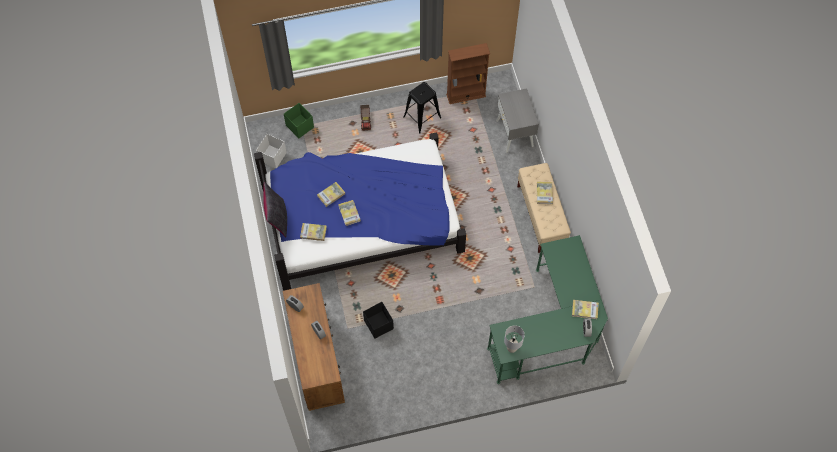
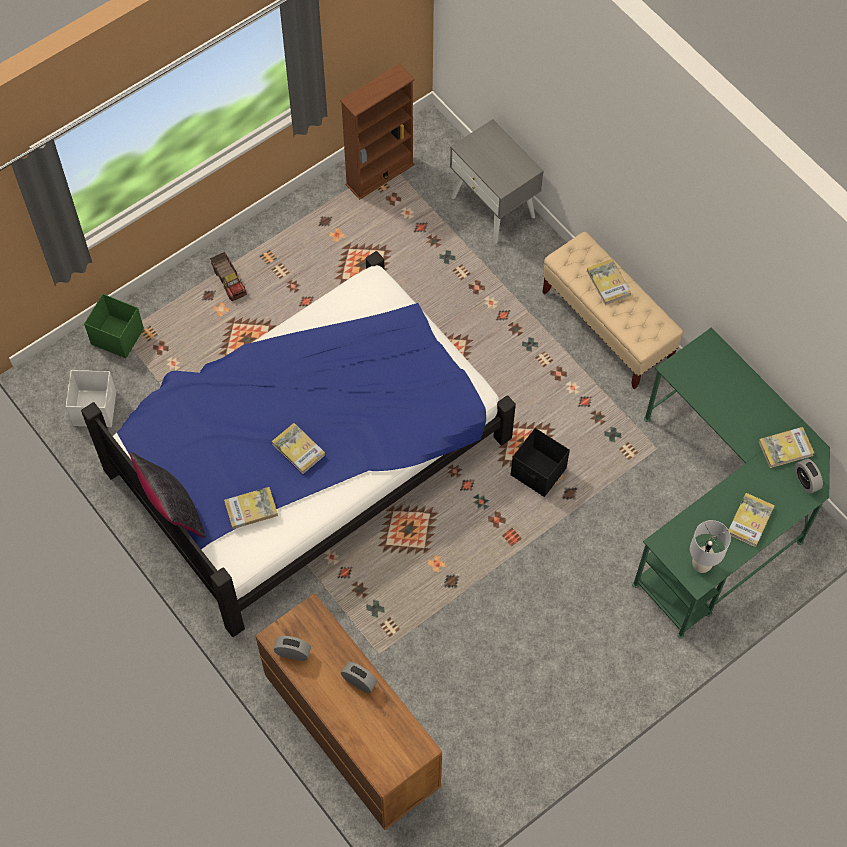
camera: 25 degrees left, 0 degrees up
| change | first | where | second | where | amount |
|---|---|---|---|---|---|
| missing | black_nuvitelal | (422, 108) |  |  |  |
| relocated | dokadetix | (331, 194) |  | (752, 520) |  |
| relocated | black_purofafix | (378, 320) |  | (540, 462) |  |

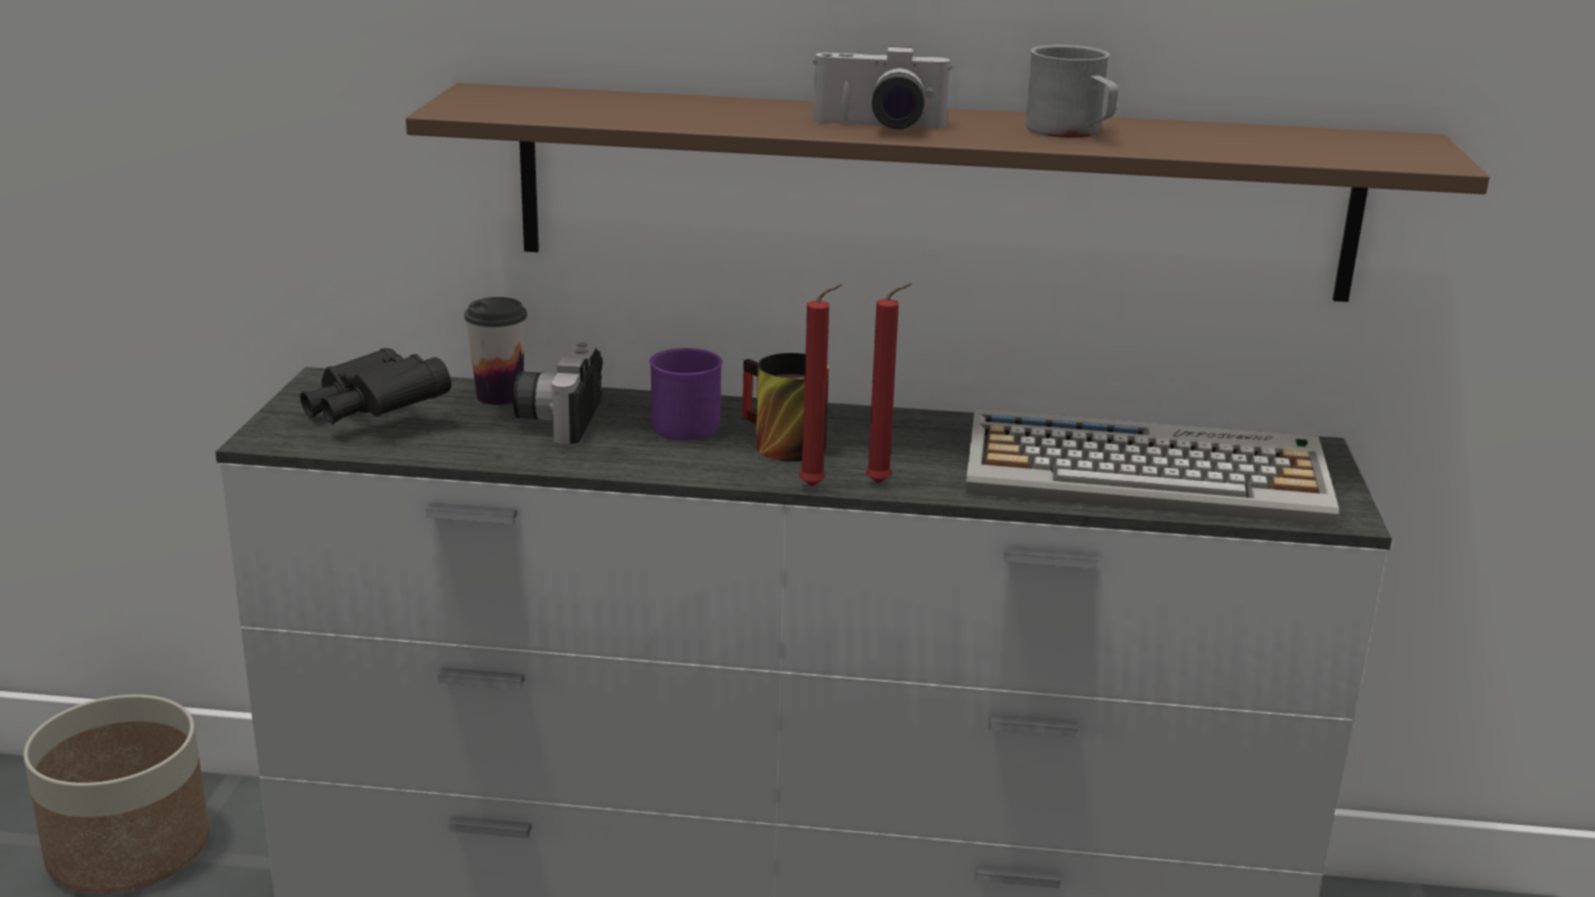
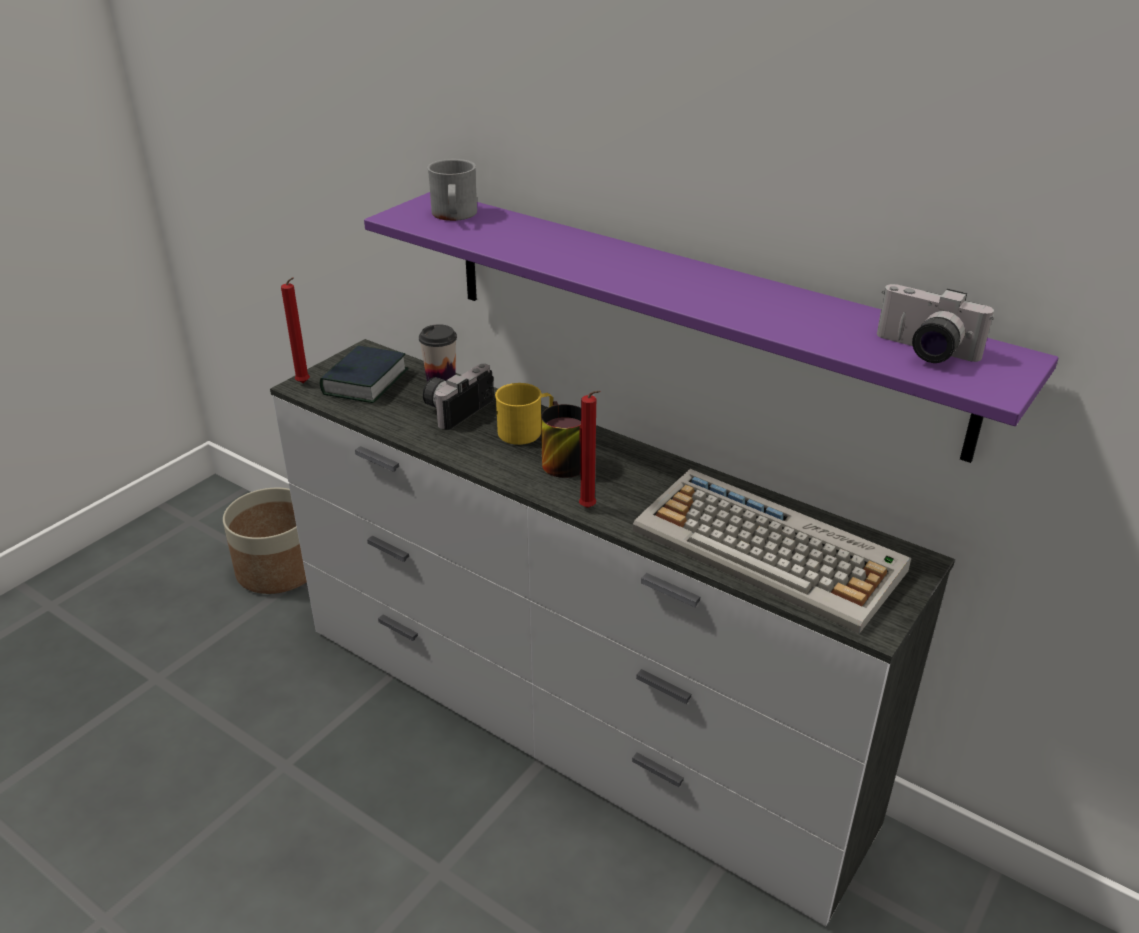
camera: 30 degrees right, 10 degrees up
| change | first | where | second | where | amount |
|---|---|---|---|---|---|
| relocated | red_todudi | (820, 385) |  | (295, 330) |  |
| relocated | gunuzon | (883, 87) |  | (935, 323) |  |
| relocated | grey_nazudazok | (1072, 91) |  | (452, 190) |  |
| exchanged | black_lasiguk | (375, 386) | dokadetix | (364, 374) |  |
| colour | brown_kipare | (947, 192) | purple_kipare | (711, 327) |  |
| colour | purple_nazudazok | (685, 394) | yellow_nazudazok | (524, 414) |  |

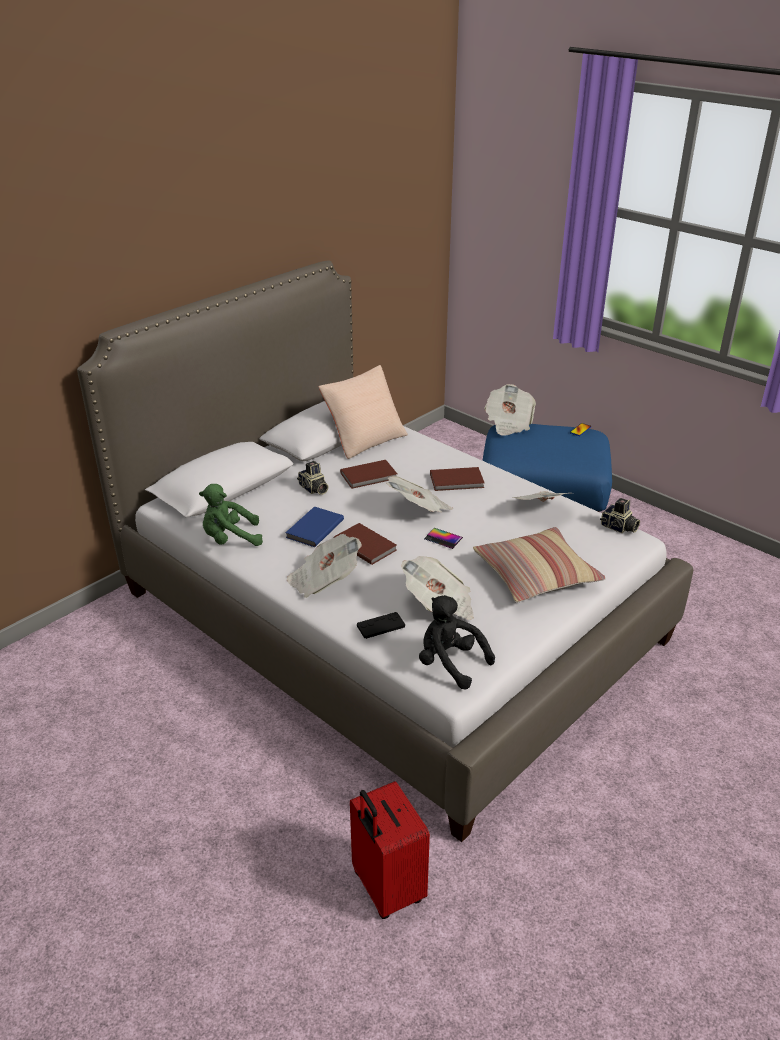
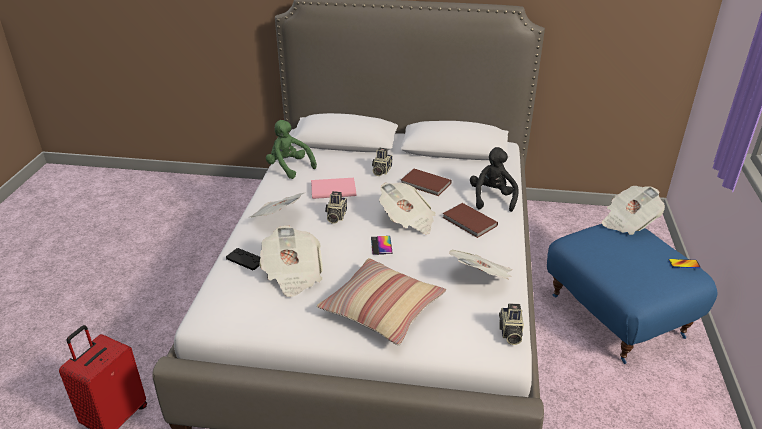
camera: 55 degrees right, 0 degrees up
| change | first | where | second | where | amount |
|---|---|---|---|---|---|
| missing | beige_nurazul | (363, 412) |  |  |  |
| relocated | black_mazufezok | (457, 642) |  | (494, 179) |  |
| exchanged | brown_dokadetix | (365, 544) | gunuzon | (336, 207) |  |
| colour | blue_dokadetix | (314, 526) | pink_dokadetix | (333, 188) |  |

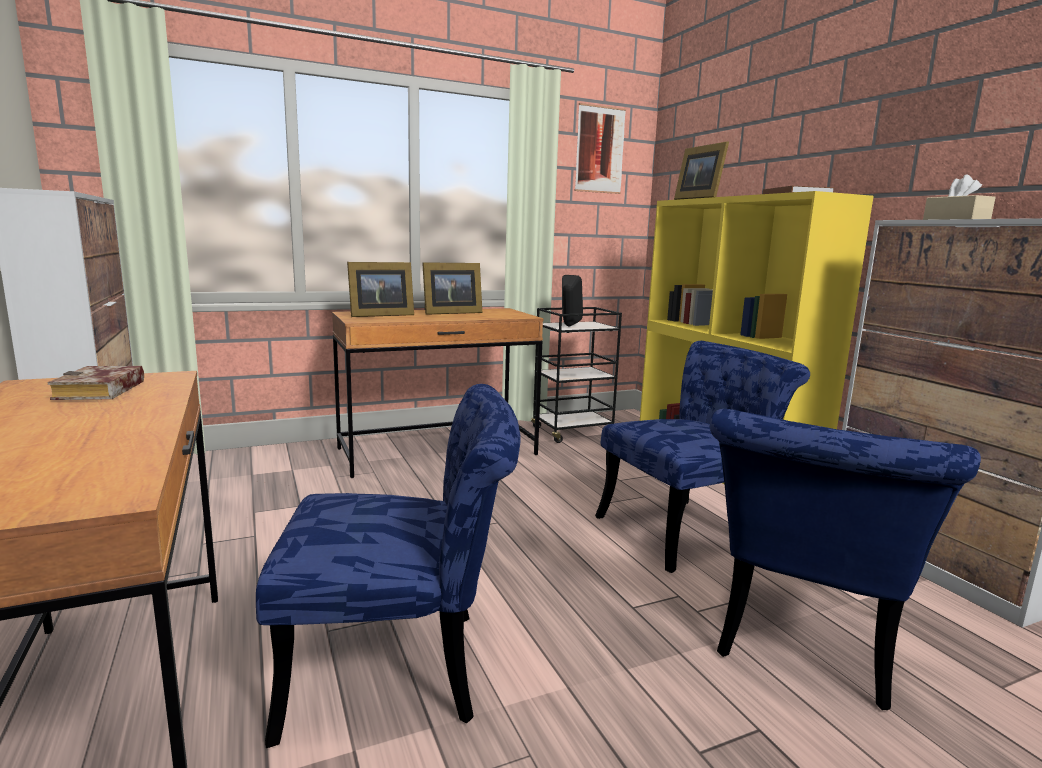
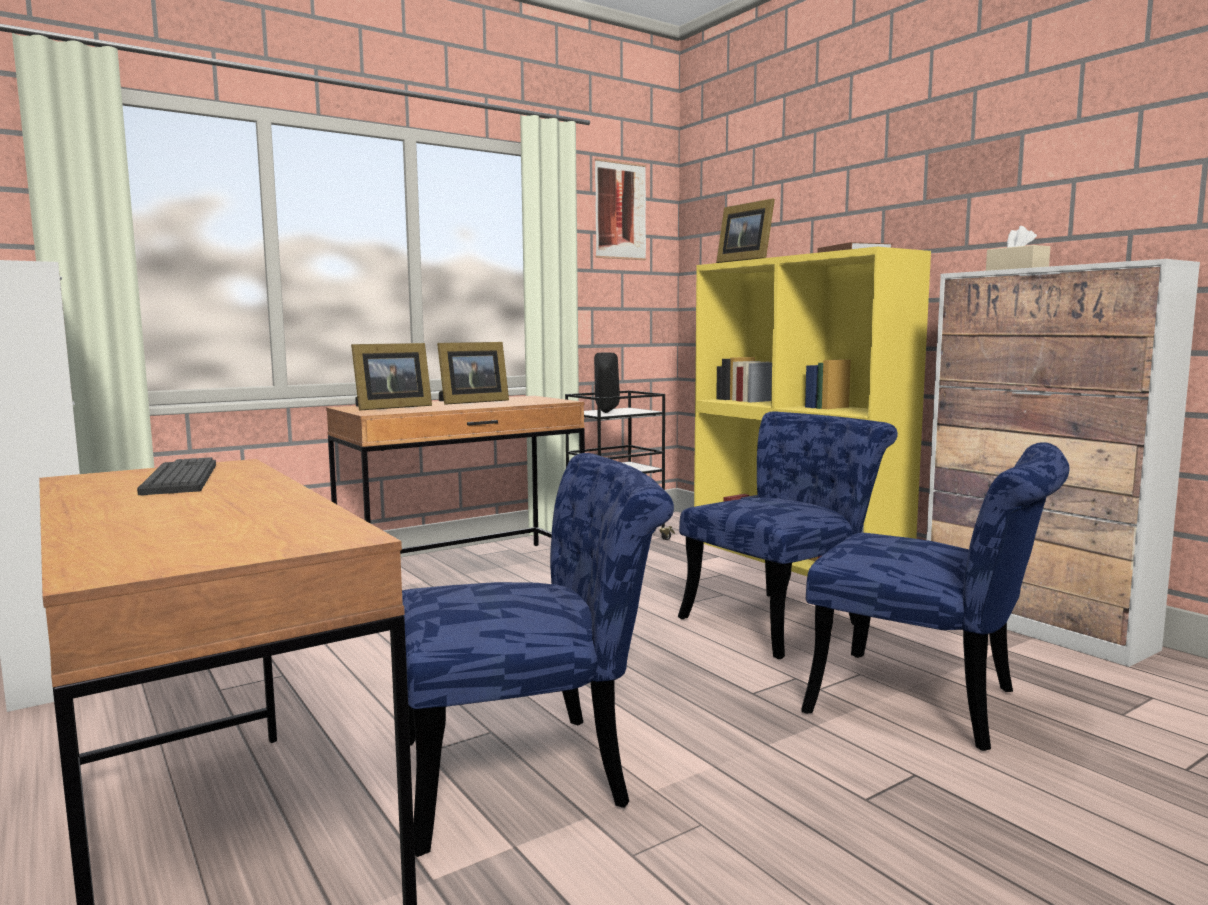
camera: 10 degrees left, 5 degrees down
| change | first | where | second | where | amount |
|---|---|---|---|---|---|
| exchanged | dokadetix | (95, 383) | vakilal | (176, 476) |  |
| spun | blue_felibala | (845, 559) |  | (936, 596) | 75 degrees counterclockwise |

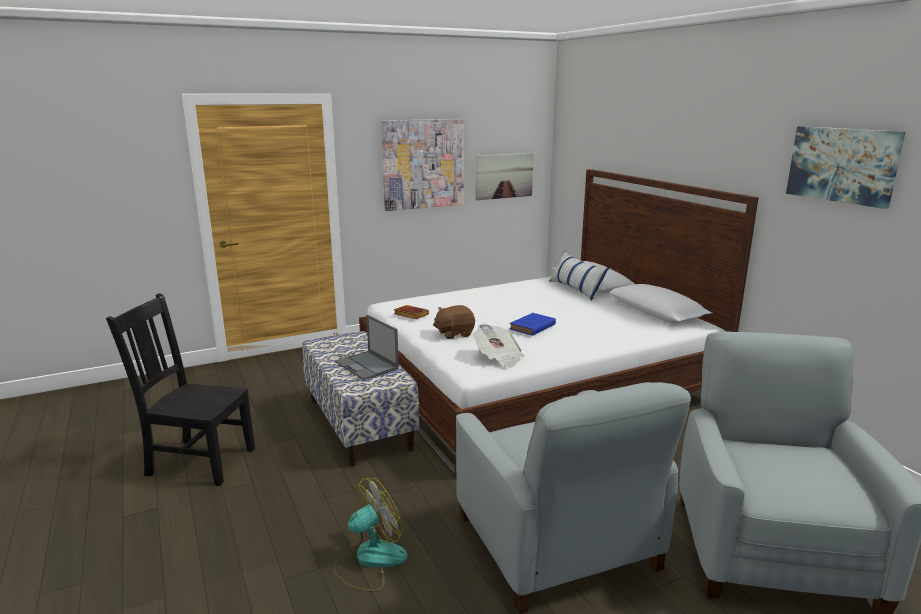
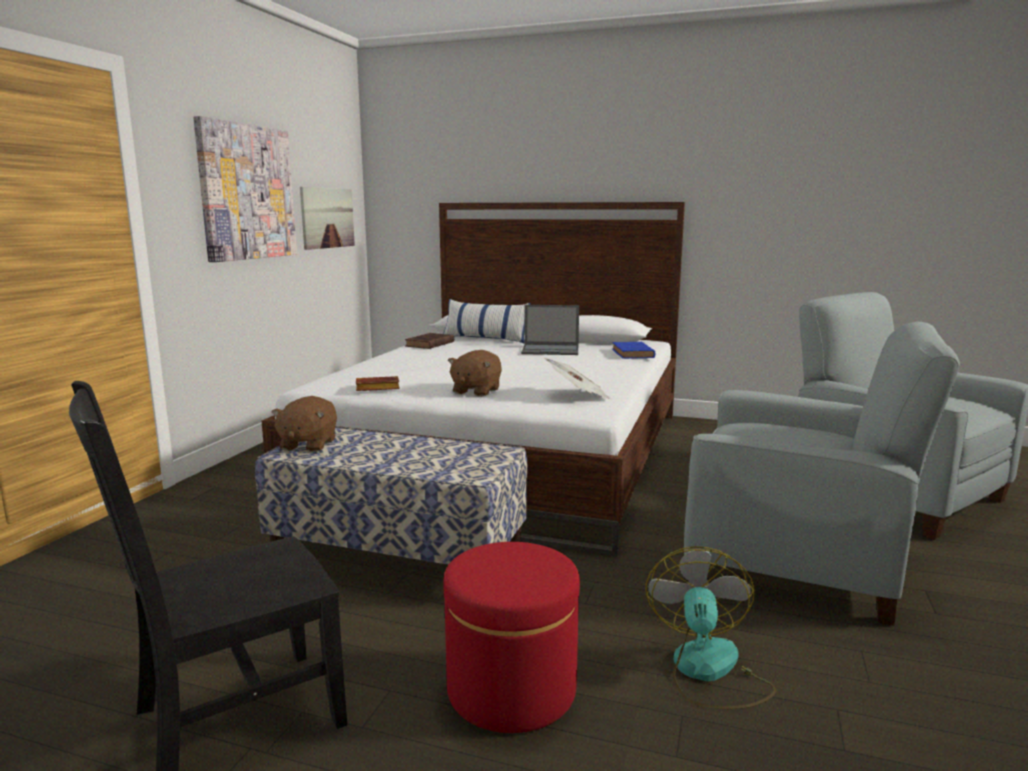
camera: 45 degrees left, 5 degrees down
| change | first | where | second | where | amount |
|---|---|---|---|---|---|
| missing | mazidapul | (845, 167) |  |  |  |
| appeared |  |  | brown_mazufezok | (304, 424) |  |
| appeared |  |  | brown_dokadetix | (429, 341) |  |
| appeared |  |  | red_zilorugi | (511, 637) |  |
| relocated | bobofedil | (367, 347) |  | (550, 330) |  |
| relocated | blue_dokadetix | (533, 324) |  | (633, 350) |  |

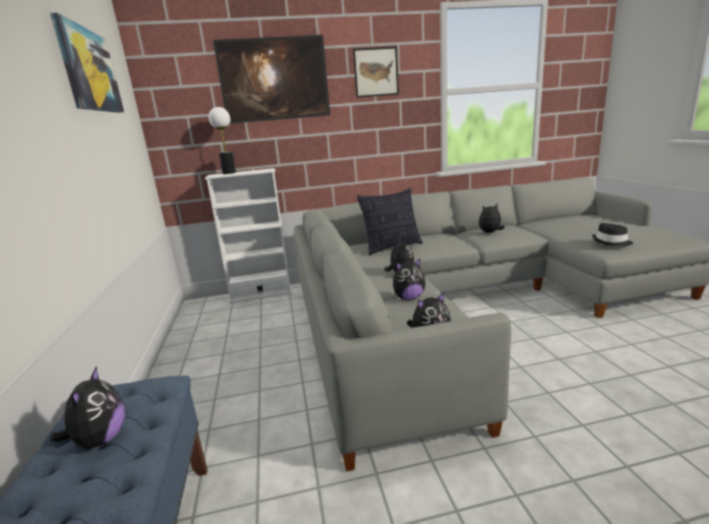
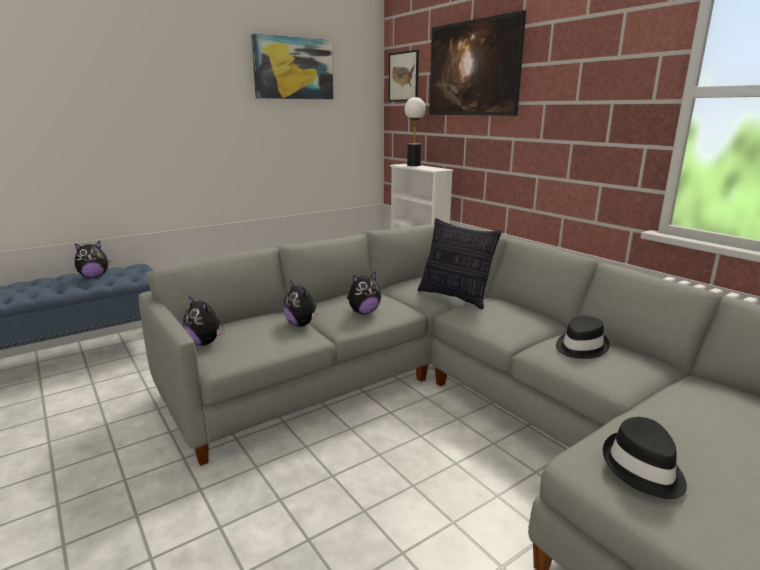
camera: 65 degrees right, 0 degrees up
| change | first | where | second | where | amount |
|---|---|---|---|---|---|
| relocated | mazidapul | (376, 72) |  | (404, 75) |  |
| exchanged | mazufezok | (492, 218) | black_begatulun | (583, 337) |  |

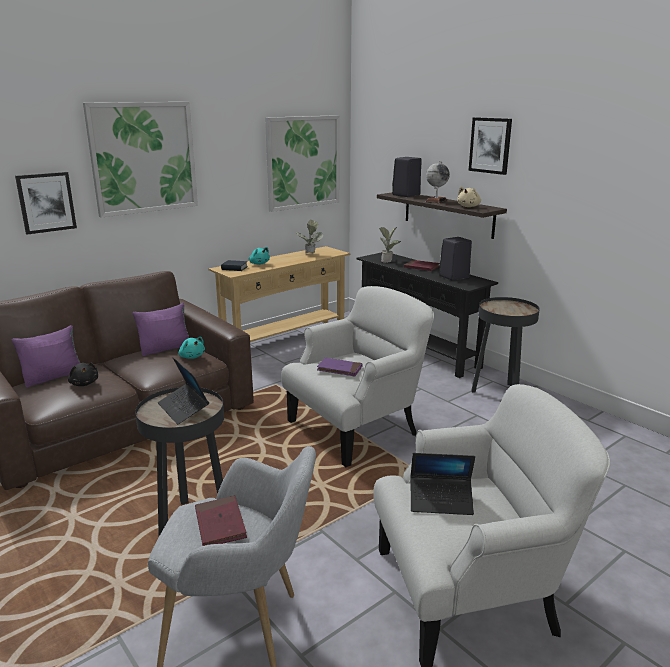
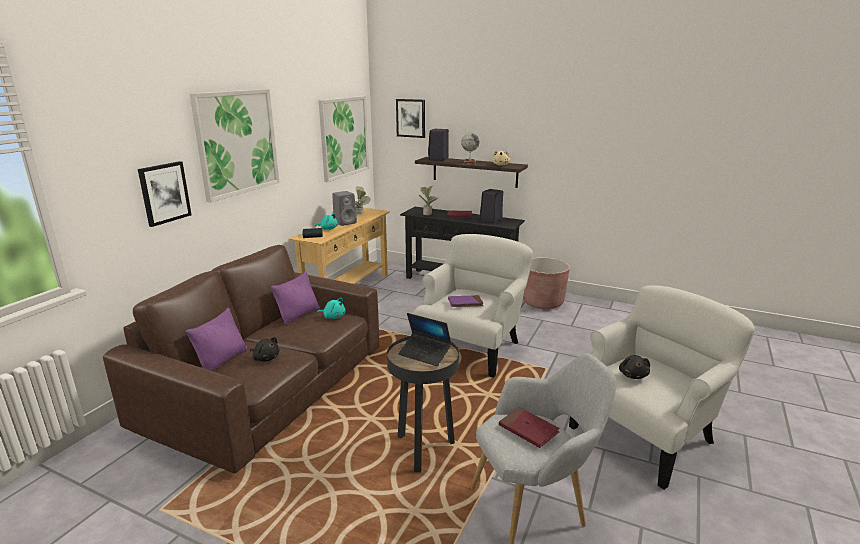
camera: 25 degrees left, 0 degrees up
| change | first | where | second | where | amount |
|---|---|---|---|---|---|
| appeared |  |  | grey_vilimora | (344, 208) |  |
| relocated | mazidapul | (490, 146) |  | (410, 118) |  |
| exchanged | bobofedil | (442, 484) | black_mazufezok | (634, 367) |  |
| exchanged | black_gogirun | (506, 345) | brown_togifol | (546, 283) |  |

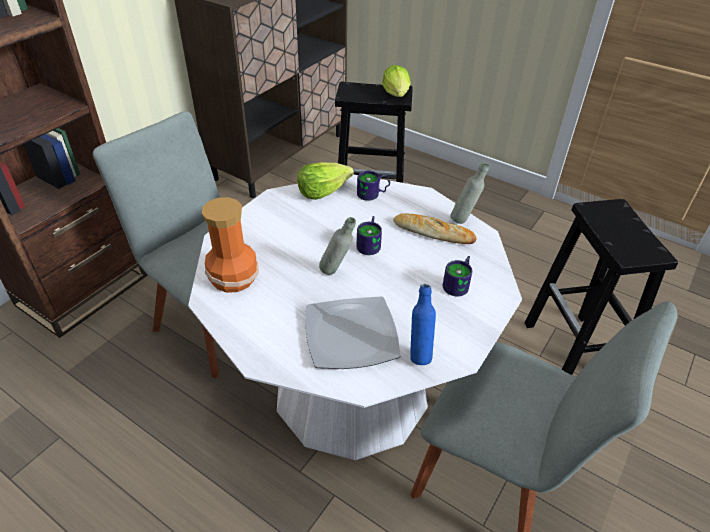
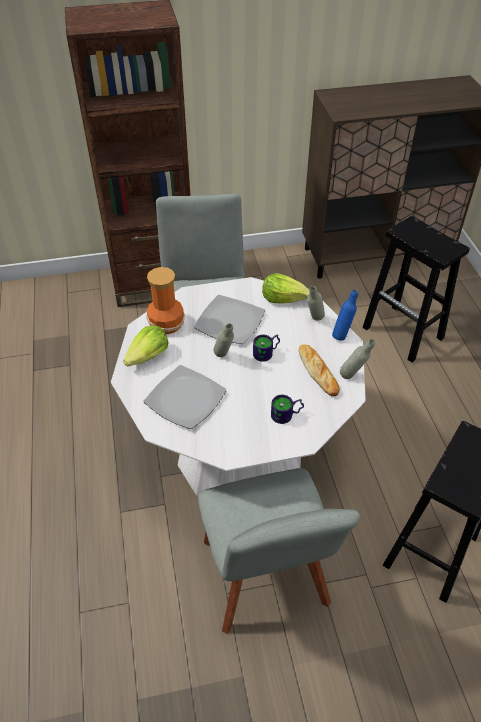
camera: 45 degrees right, 5 degrees up
| change | first | where | second | where | amount |
|---|---|---|---|---|---|
| appeared |  |  | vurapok | (229, 319) |  |
| relocated | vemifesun | (396, 81) |  | (145, 345) |  |
| relocated | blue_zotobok | (423, 324) |  | (345, 315) |  |
| exchanged | nazudazok | (373, 186) | grey_zotobok | (316, 303) |  |

